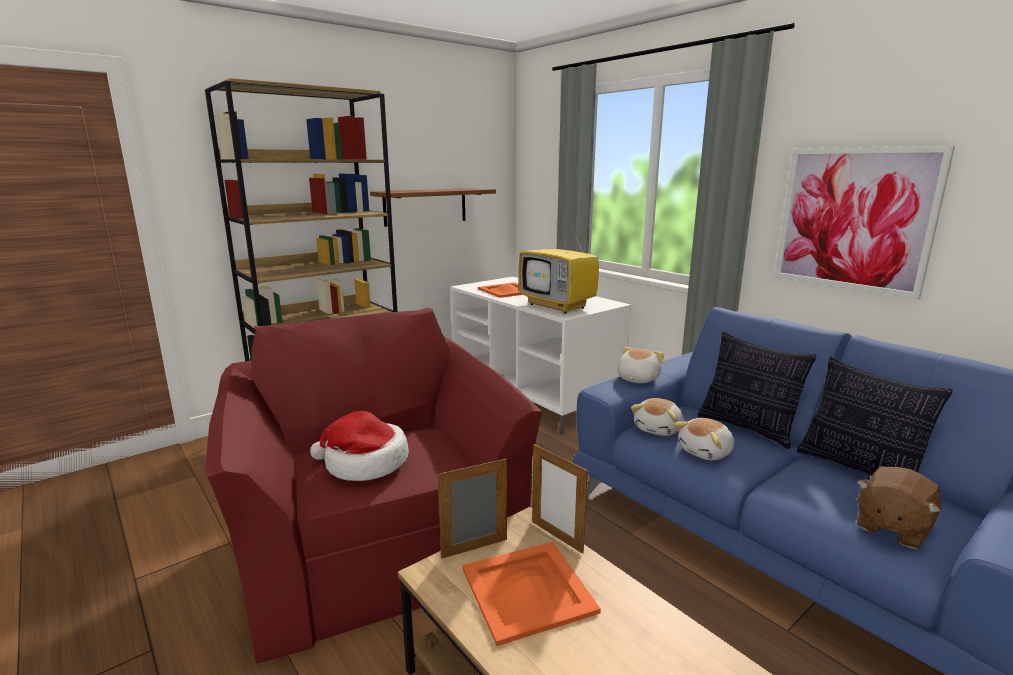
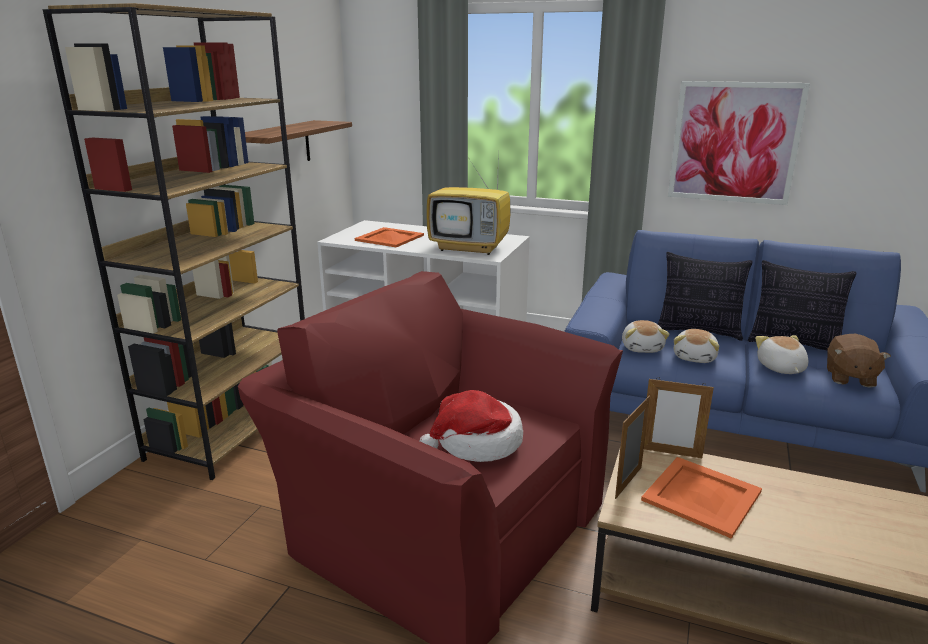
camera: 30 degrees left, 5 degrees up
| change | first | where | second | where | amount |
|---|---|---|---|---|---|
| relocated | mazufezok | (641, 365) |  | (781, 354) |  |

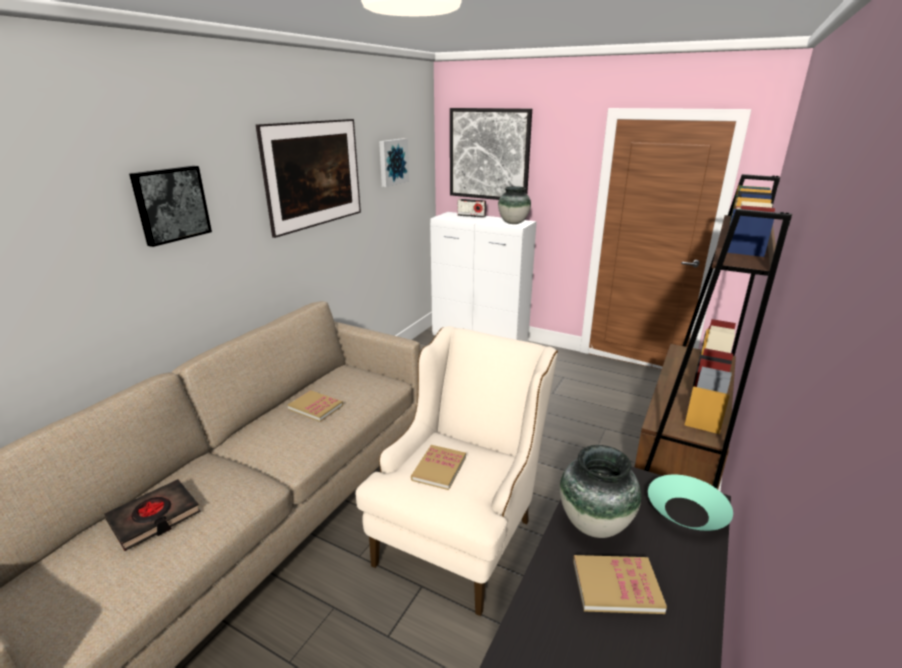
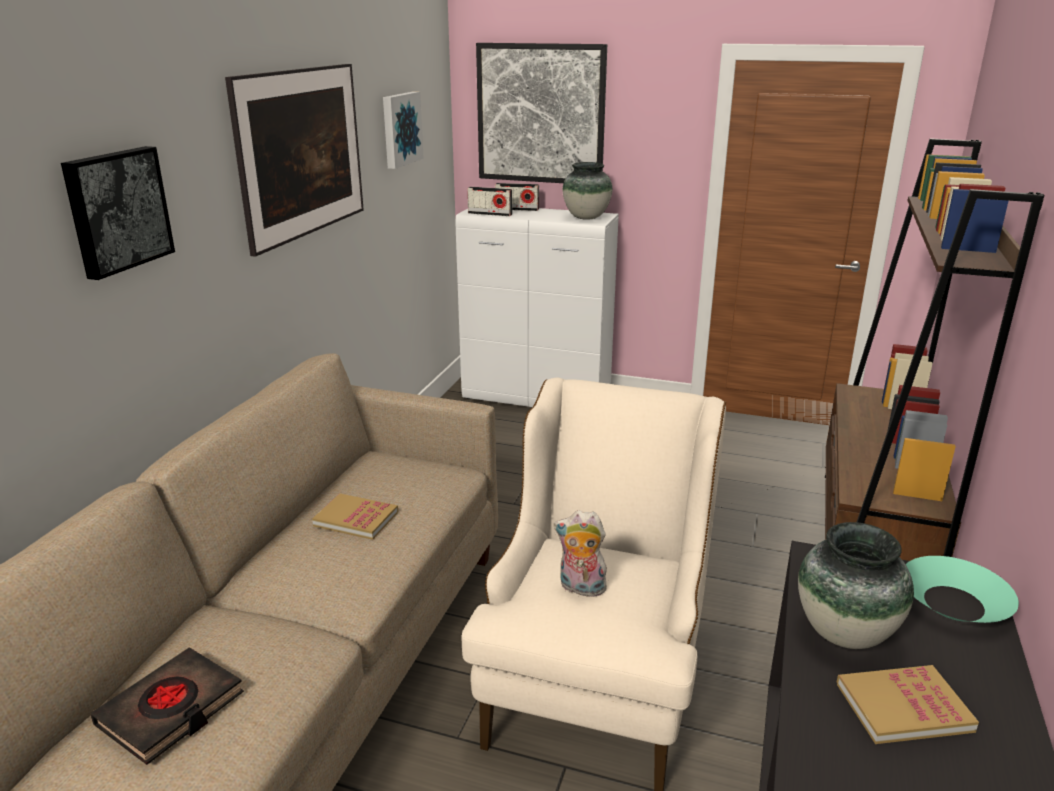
camera: 10 degrees left, 0 degrees up
| change | first | where | second | where | amount |
|---|---|---|---|---|---|
| appeared |  |  | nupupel | (489, 201) |  |
| exchanged | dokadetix | (438, 467) | mazufezok | (582, 553) |  |

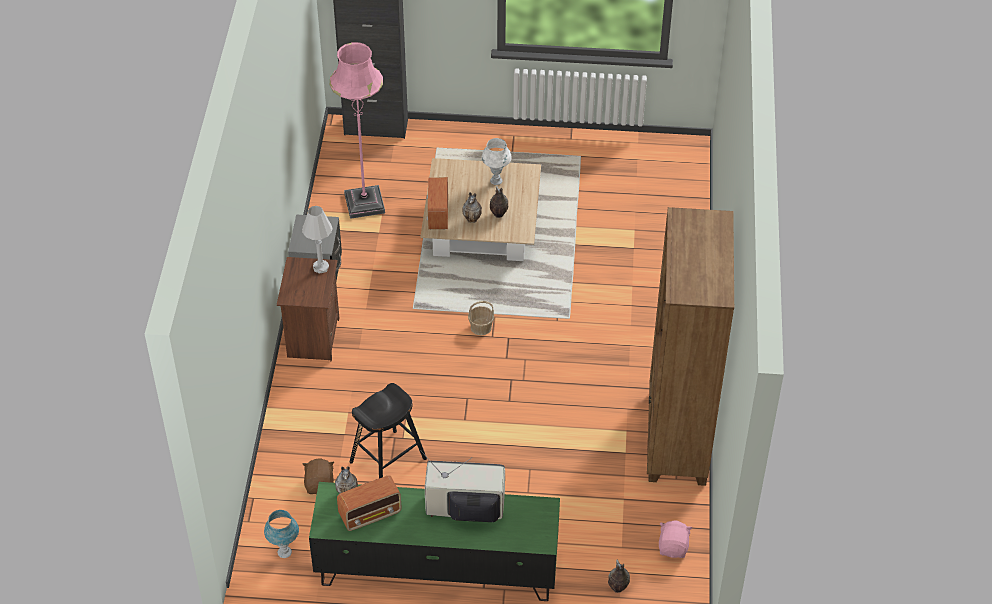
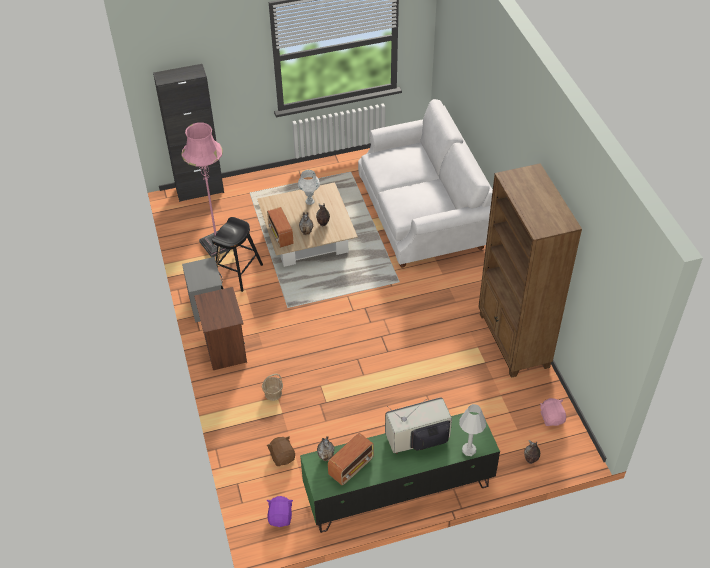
camera: 20 degrees left, 0 degrees up
| change | first | where | second | where | amount |
|---|---|---|---|---|---|
| appeared |  |  | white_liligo | (425, 183) |  |
| relocated | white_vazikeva | (317, 240) |  | (472, 430) |  |
| relocated | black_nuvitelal | (388, 430) |  | (237, 254) |  |
| relocated | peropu | (481, 318) |  | (272, 387) |  |
| exchanged | blue_vazikeva | (281, 534) | purple_mazufezok | (280, 511) |  |

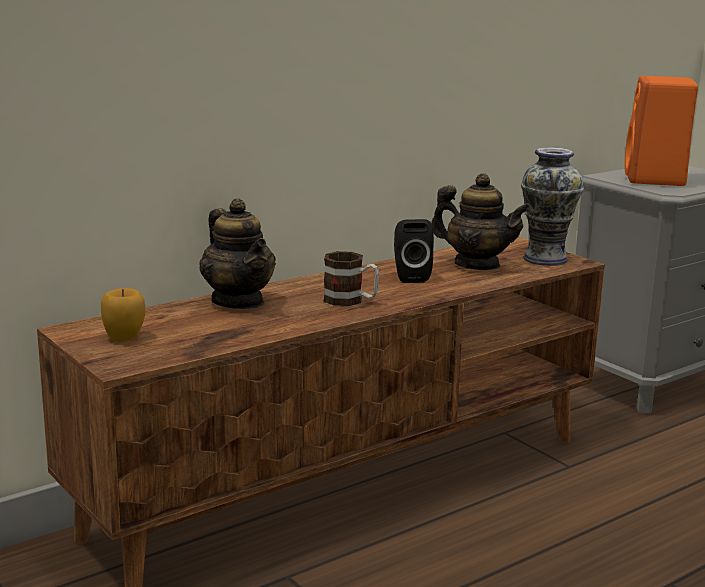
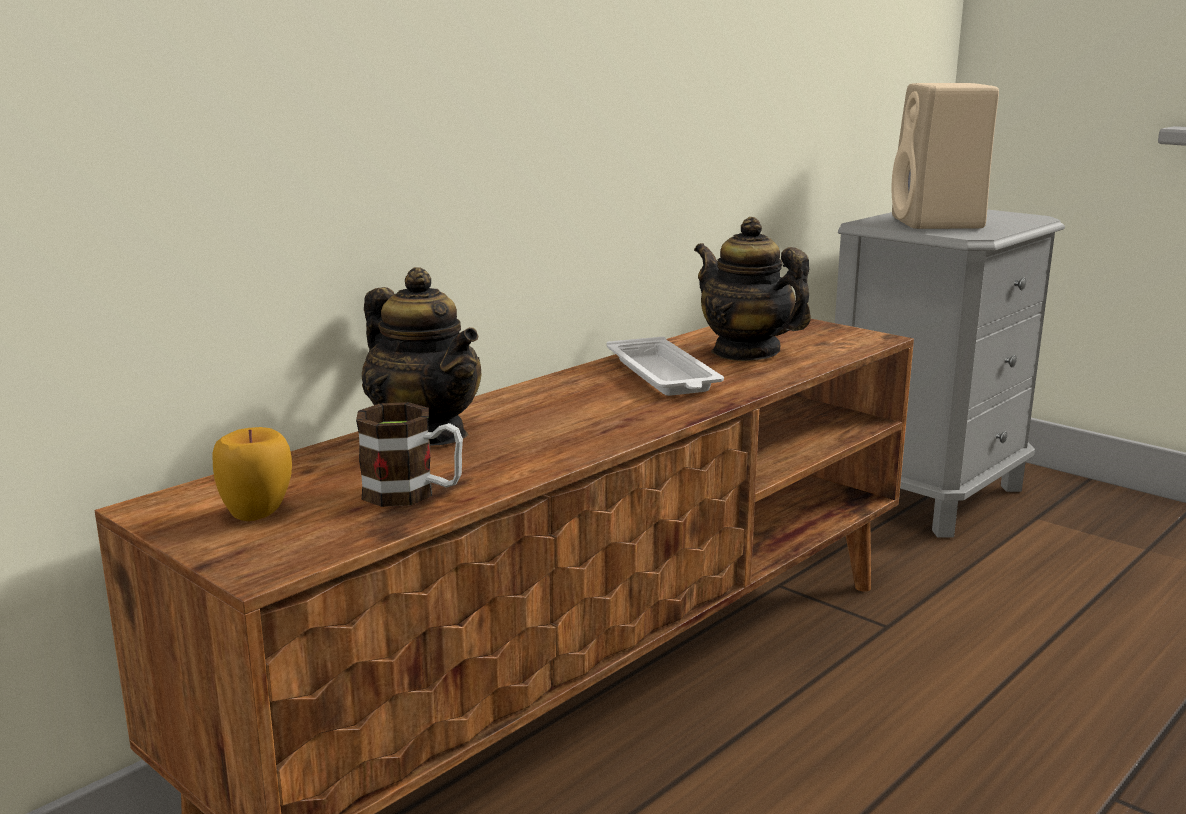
camera: 10 degrees left, 0 degrees up
| change | first | where | second | where | amount |
|---|---|---|---|---|---|
| missing | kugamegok | (552, 206) |  |  |  |
| relocated | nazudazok | (351, 278) |  | (409, 454) |  |
| exchanged | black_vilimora | (414, 251) | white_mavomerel | (665, 366) |  |
| colour | orange_vilimora | (661, 131) | beige_vilimora | (945, 156) |  |
| spun | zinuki | (480, 221) |  | (752, 289) | 150 degrees counterclockwise |

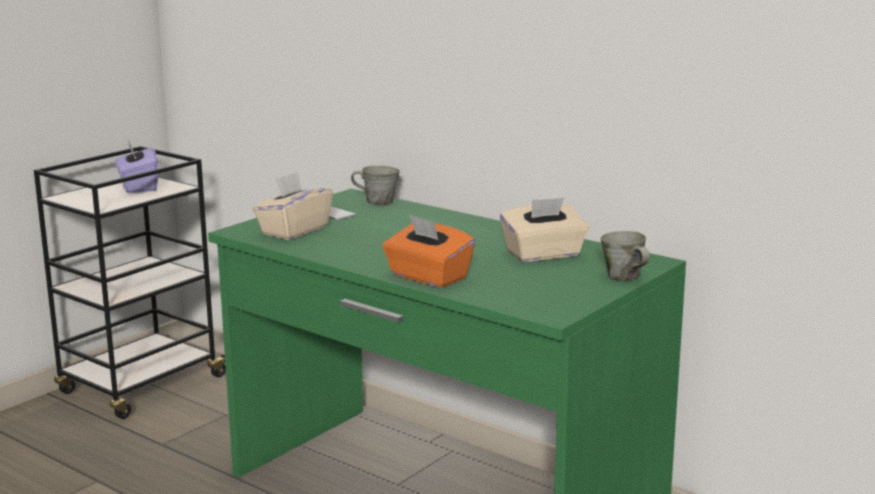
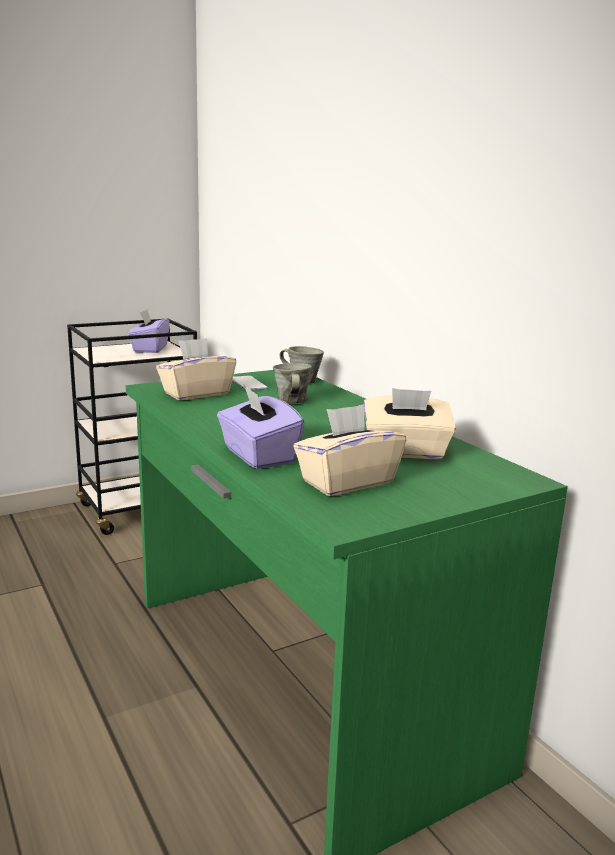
camera: 20 degrees right, 0 degrees up
| change | first | where | second | where | amount |
|---|---|---|---|---|---|
| appeared |  |  | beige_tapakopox | (349, 450) |  |
| relocated | grey_nazudazok | (625, 256) |  | (292, 383) |  |
| colour | orange_tapakopox | (428, 251) | purple_tapakopox | (261, 427) |  |

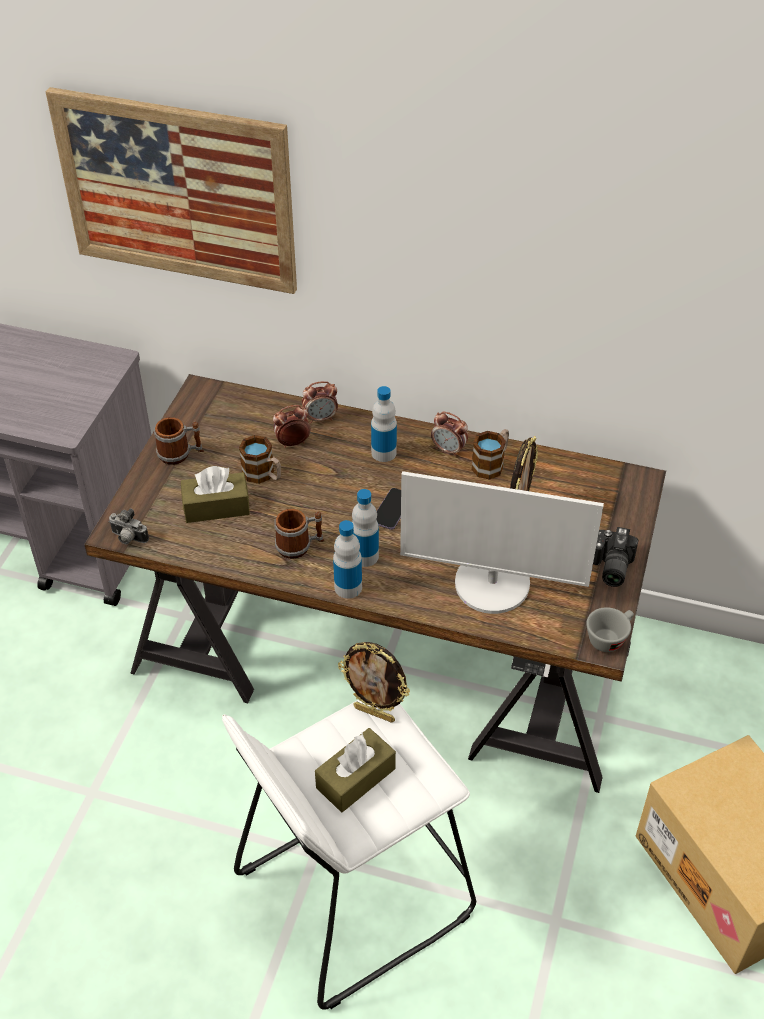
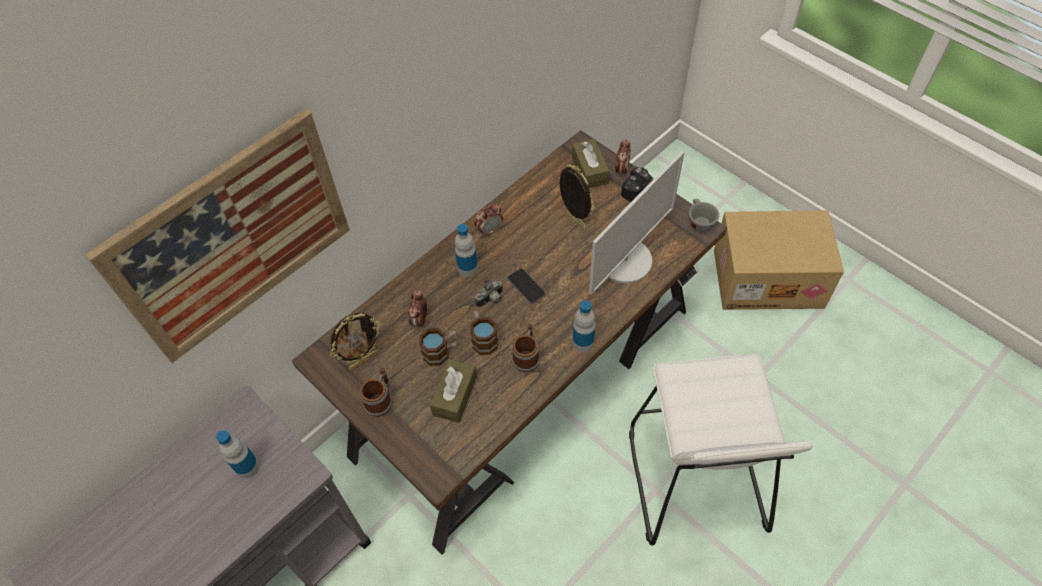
camera: 60 degrees left, 10 degrees up
| change | first | where | second | where | amount |
|---|---|---|---|---|---|
| relocated | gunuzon | (129, 526) |  | (489, 293) |  |
| relocated | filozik | (320, 402) |  | (623, 157) |  |
| relocated | brown_tapakopox | (355, 770) |  | (591, 163) |  |
| relocated | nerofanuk | (374, 682) |  | (355, 341) |  |
| relocated | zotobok | (365, 528) |  | (238, 454) |  |
| relocated | nazudazok | (490, 454) |  | (484, 332) |  |

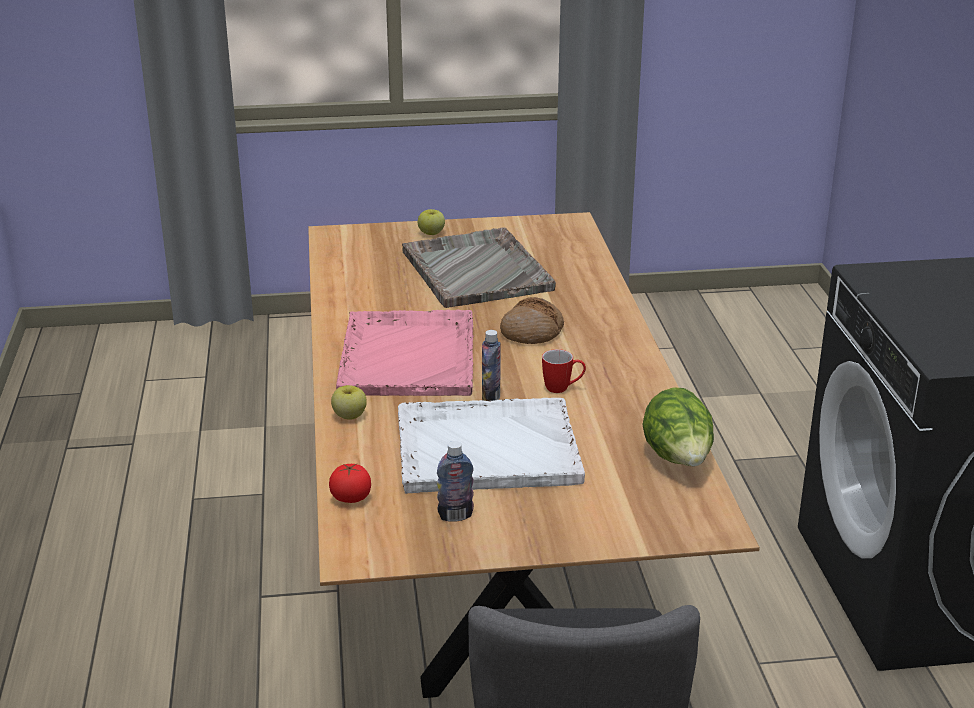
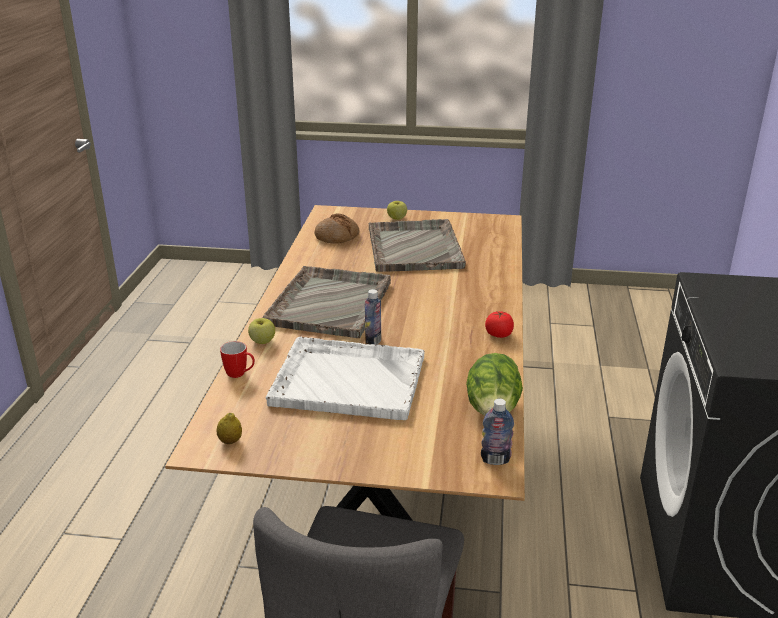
camera: 15 degrees right, 0 degrees up
| change | first | where | second | where | amount |
|---|---|---|---|---|---|
| appeared |  |  | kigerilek | (229, 428) |  |
| relocated | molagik | (350, 483) |  | (499, 324) |  |
| relocated | zotobok | (455, 481) |  | (497, 432) |  |
| relocated | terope | (532, 320) |  | (337, 229) |  |
| relocated | nazudazok | (564, 371) |  | (237, 359) |  |
| colour | pink_mavomerel | (405, 352) | grey_mavomerel | (327, 302) |  |

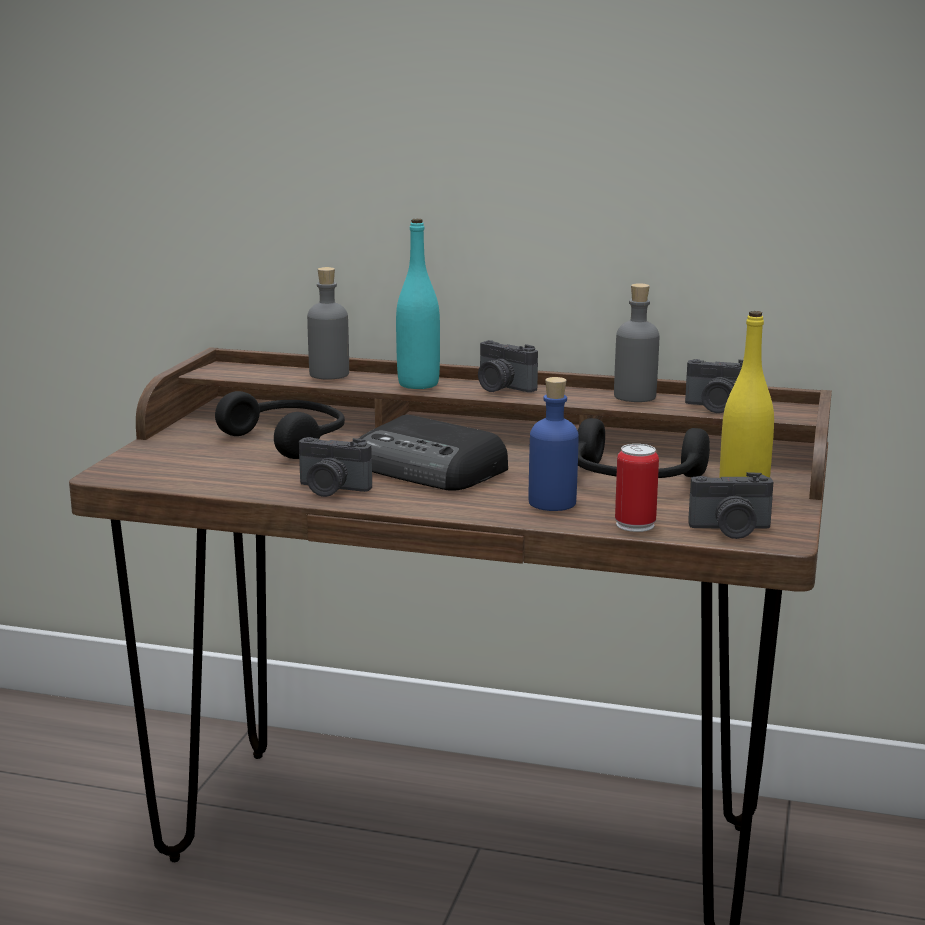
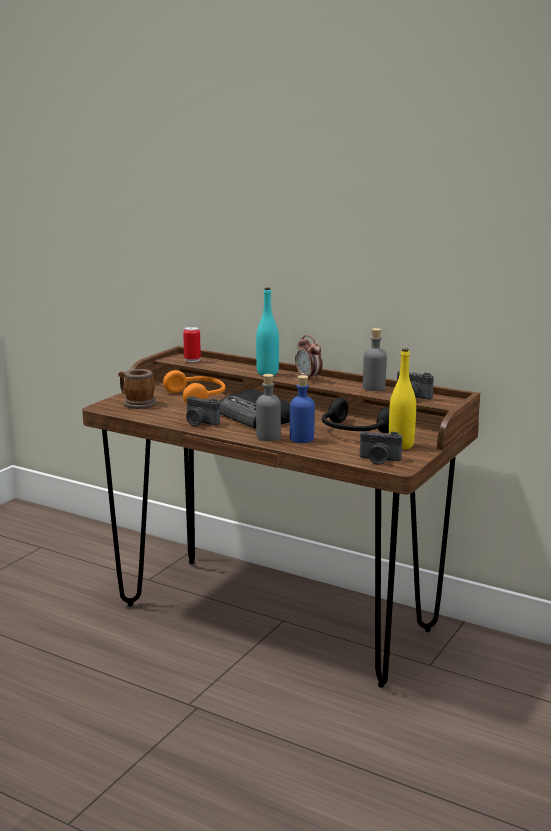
camera: 15 degrees right, 0 degrees up
| change | first | where | second | where | amount |
|---|---|---|---|---|---|
| appeared |  |  | nazudazok | (137, 389) |  |
| relocated | grey_zotobok | (328, 323) |  | (268, 407) |  |
| relocated | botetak | (637, 488) |  | (192, 344) |  |
| exchanged | gunuzon | (508, 366) | filozik | (309, 358) |  |
| colour | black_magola | (280, 425) | orange_magola | (194, 387) |  |

